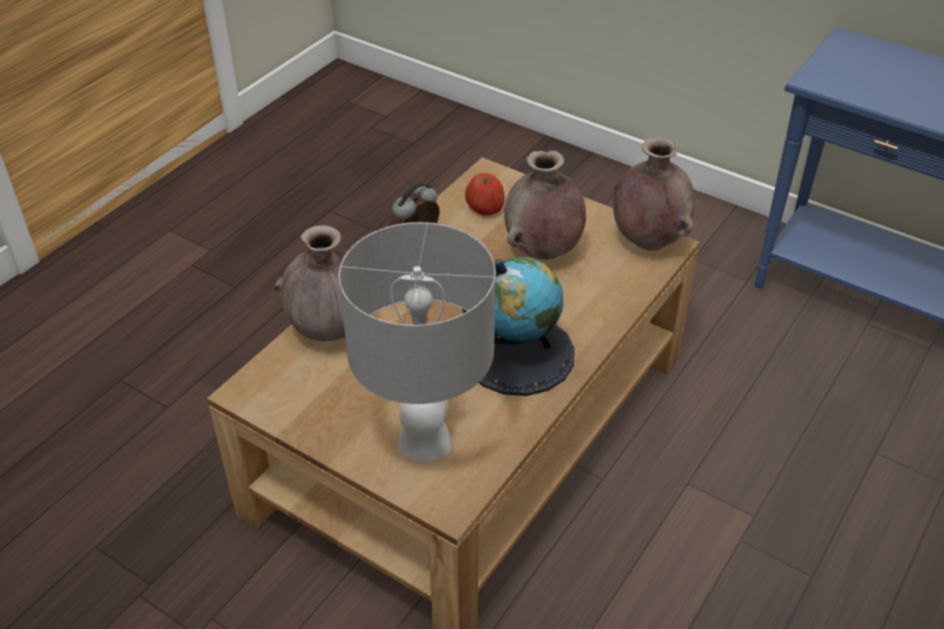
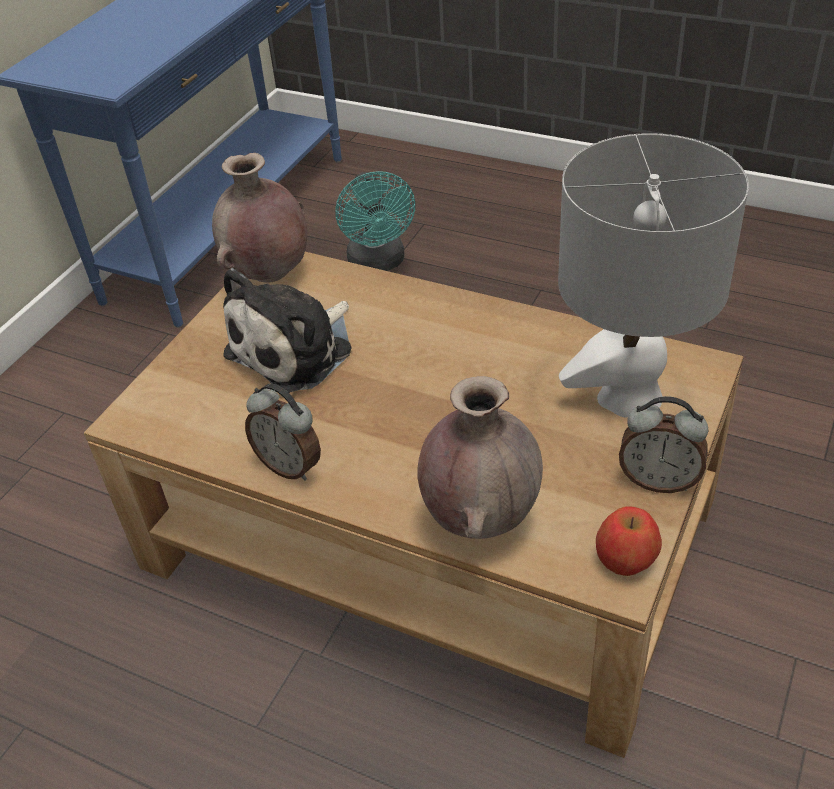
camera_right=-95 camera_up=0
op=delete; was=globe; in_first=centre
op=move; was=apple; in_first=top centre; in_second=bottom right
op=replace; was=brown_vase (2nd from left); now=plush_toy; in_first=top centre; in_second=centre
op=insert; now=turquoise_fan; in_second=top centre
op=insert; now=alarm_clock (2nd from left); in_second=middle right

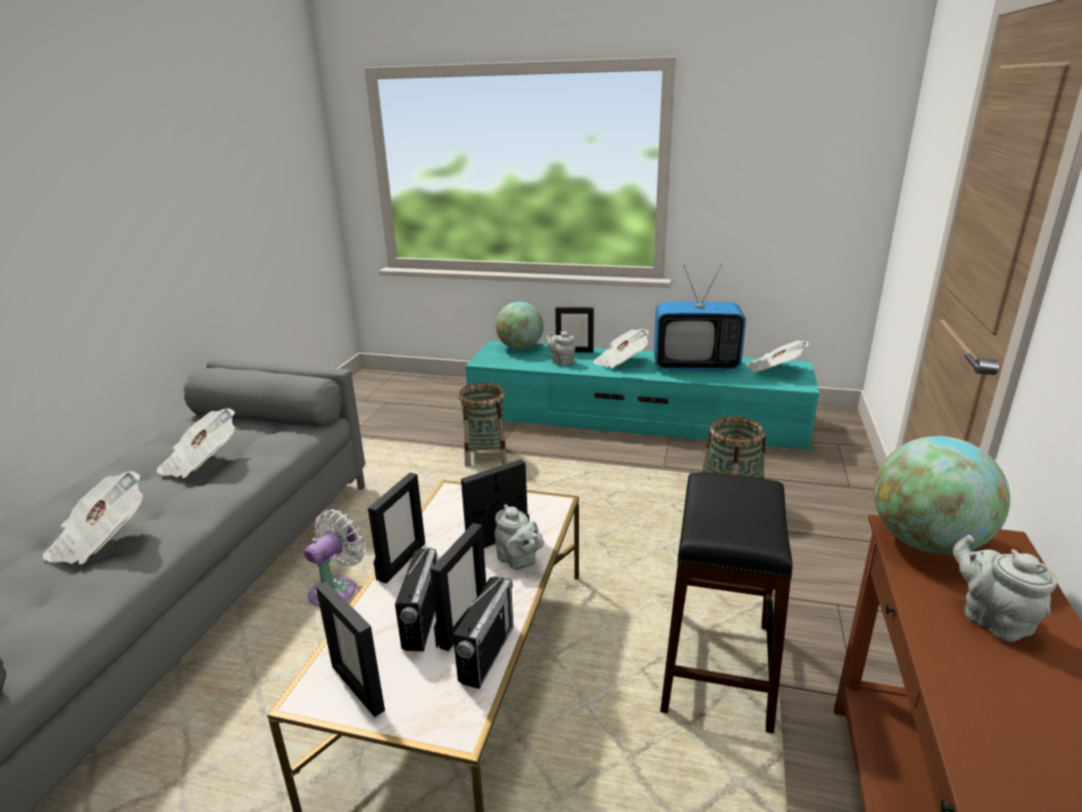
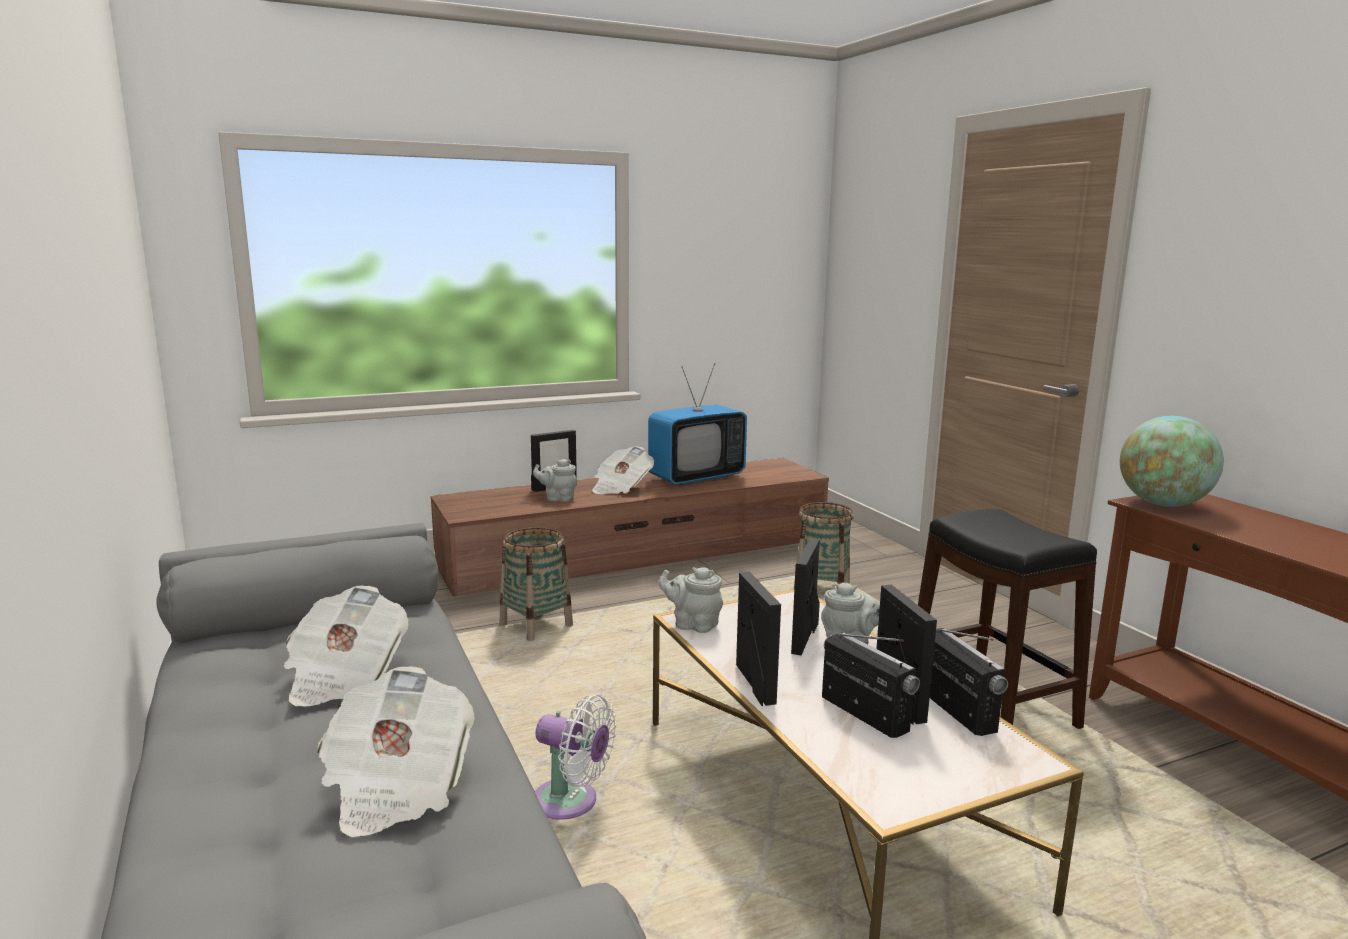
camera_right=-40 camera_up=-10
op=rotate; was=white_fan; in_first=bottom left; in_second=bottom centre; clockwise=120
op=delete; was=picture_frame (1st from left); in_first=bottom left
op=recolor; was=turquoise_tv_stand; now=brown_tv_stand; in_first=centre; in_second=centre
op=delete; was=globe (1st from left); in_first=centre
op=delete; was=newspaper (4th from left); in_first=middle right
op=move; was=grey_teapot (3rd from left in the first image); now=grey_teapot (2nd from left); in_first=bottom right; in_second=centre

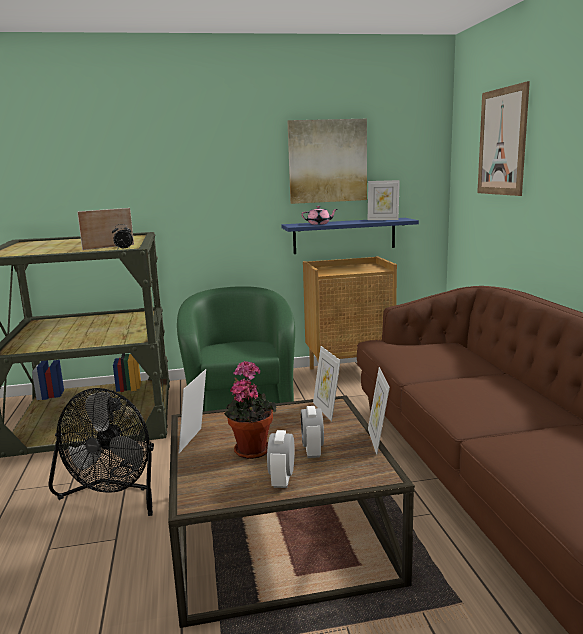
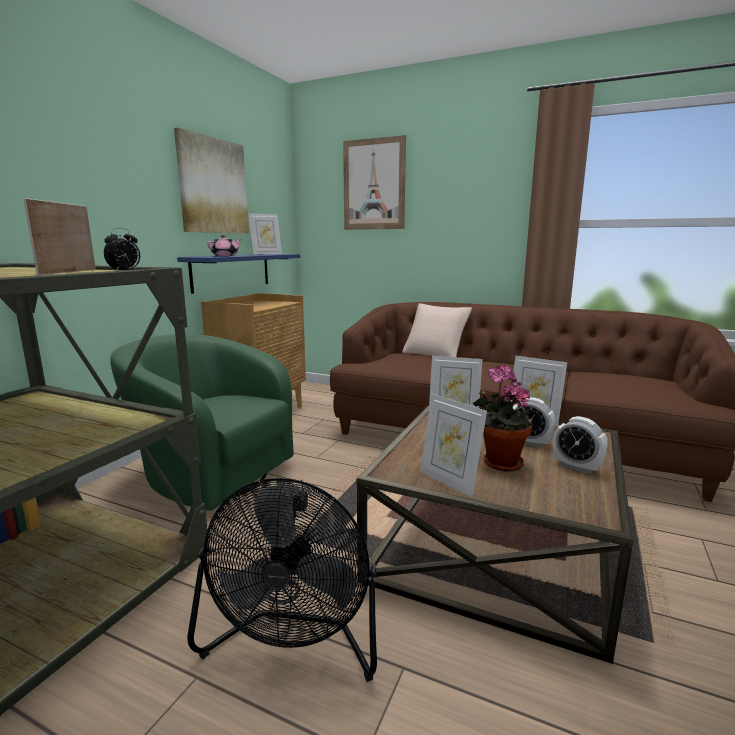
camera_right=-55 camera_up=0
op=rotate; was=black_fan; in_first=bottom left; in_second=bottom centre; clockwise=45
op=insert; now=beige_pillow; in_second=centre

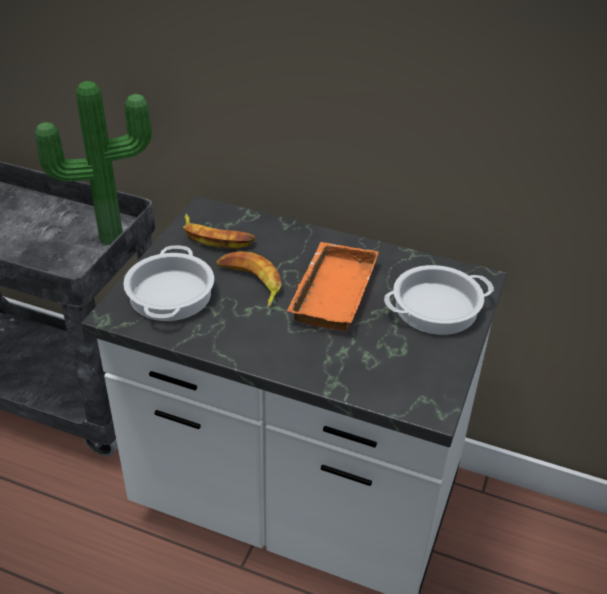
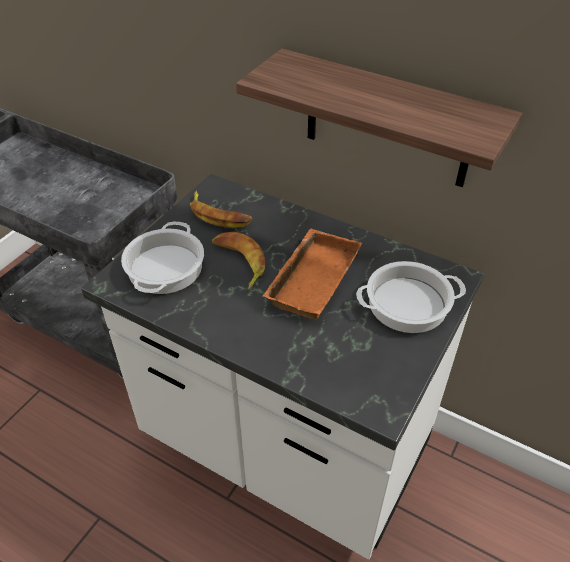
camera_right=10 camera_up=5
op=delete; was=potted_plant; in_first=top left
op=insert; now=shelf; in_second=top centre

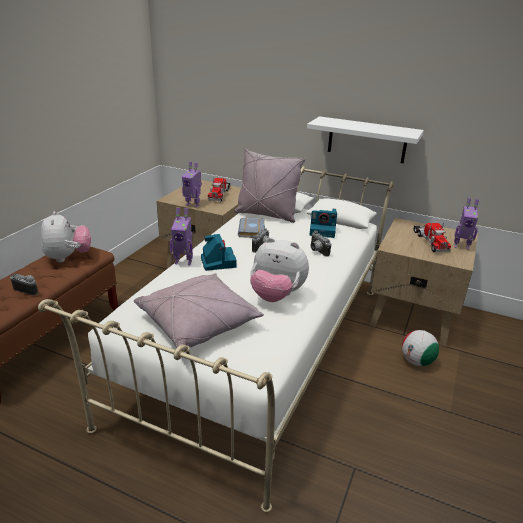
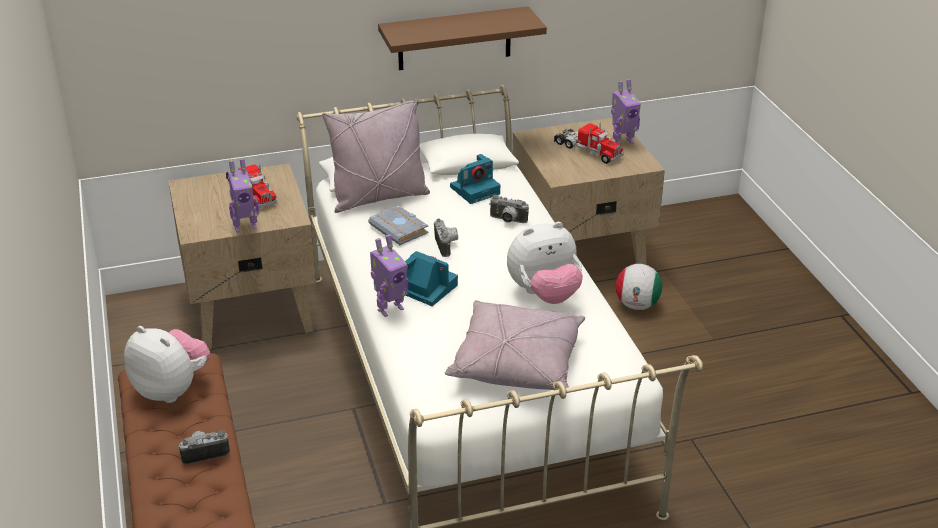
camera_right=-40 camera_up=5
op=recolor; was=white_shelf; now=brown_shelf; in_first=top right; in_second=top centre

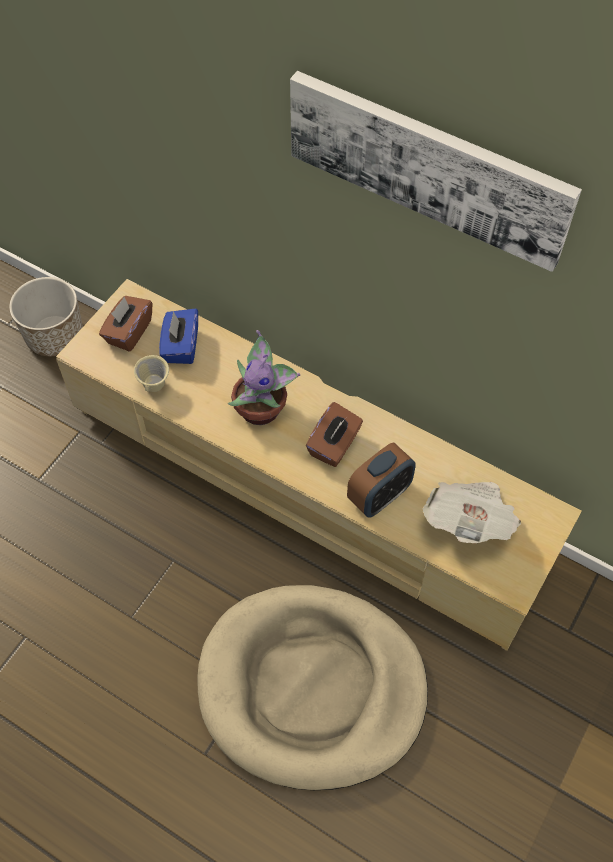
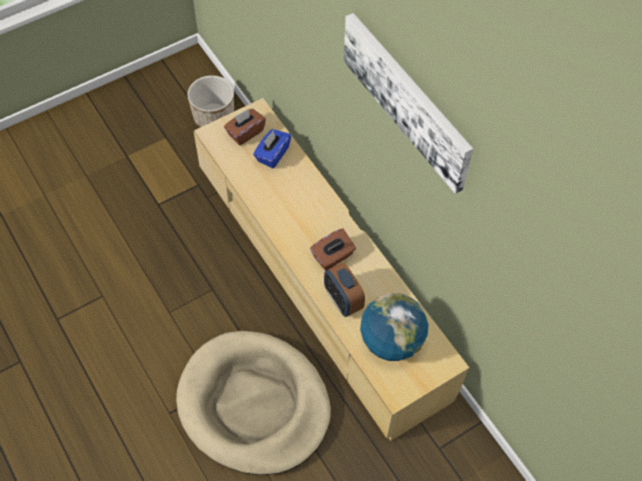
camera_right=25 camera_up=0
op=delete; was=beige_mug; in_first=middle left
op=delete; was=potted_plant; in_first=centre
op=rotate; was=alarm_clock; in_first=centre; in_second=centre; clockwise=75
op=replace; was=newspaper; now=globe; in_first=middle right; in_second=bottom centre

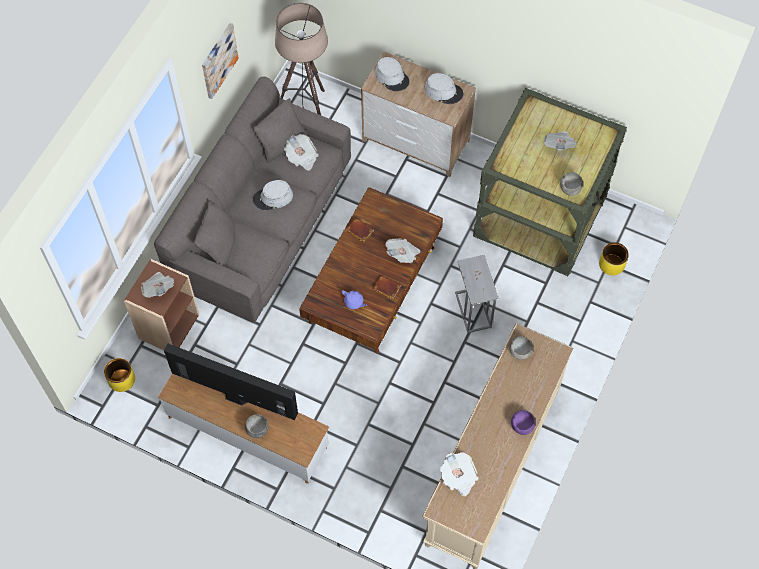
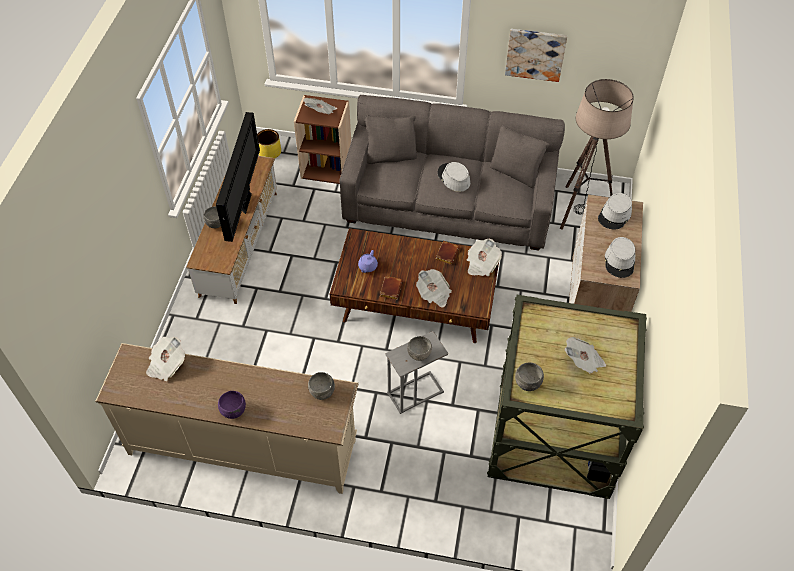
camera_right=75 camera_up=-10
op=move; was=newspaper (2nd from left in the first image); now=newspaper (4th from left); in_first=top centre; in_second=centre
op=delete; was=yellow_planter (2nd from left); in_first=middle right
op=insert; now=grey_bowl (3rd from left); in_second=centre

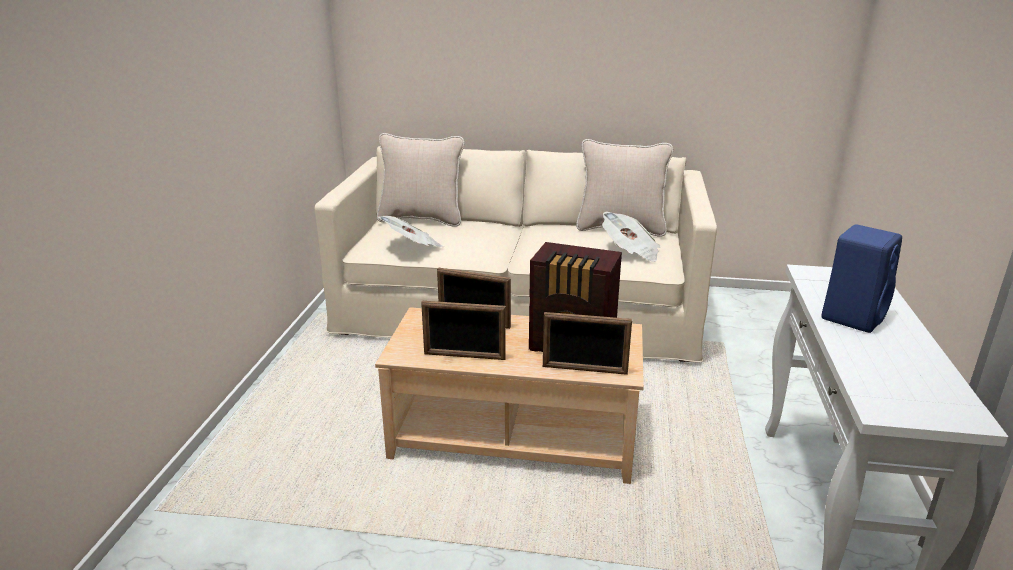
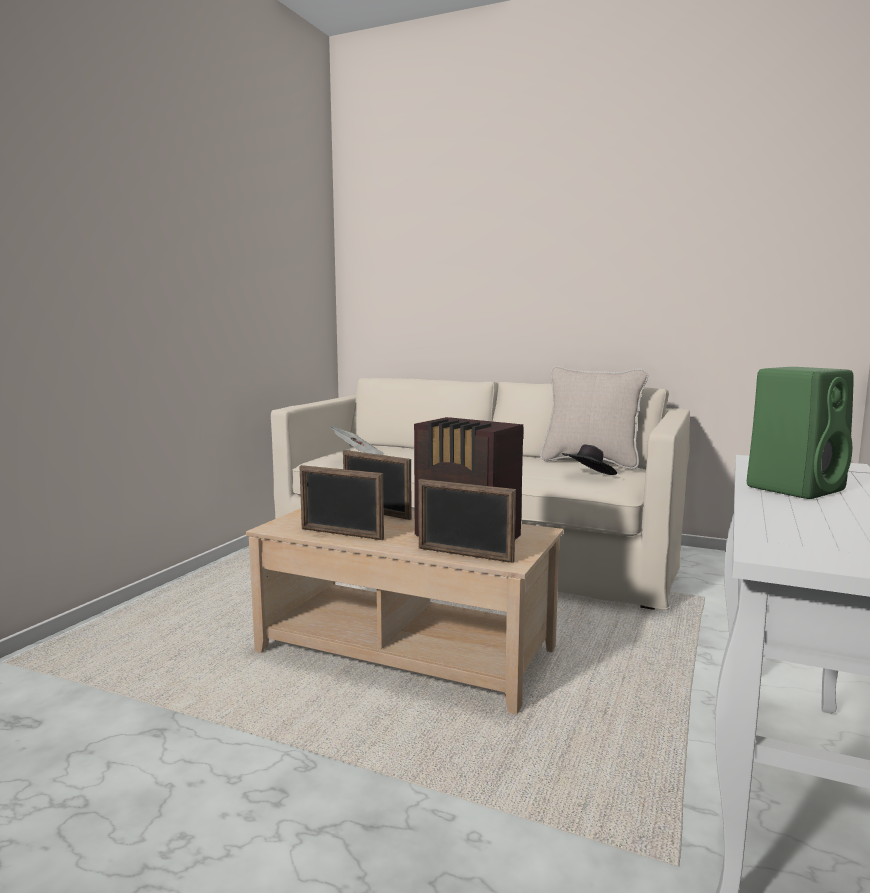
camera_right=15 camera_up=-15
op=delete; was=beige_pillow (1st from left); in_first=top centre
op=replace; was=newspaper (2nd from left); now=black_hat; in_first=centre; in_second=middle right
op=recolor; was=blue_speaker; now=green_speaker; in_first=middle right; in_second=middle right

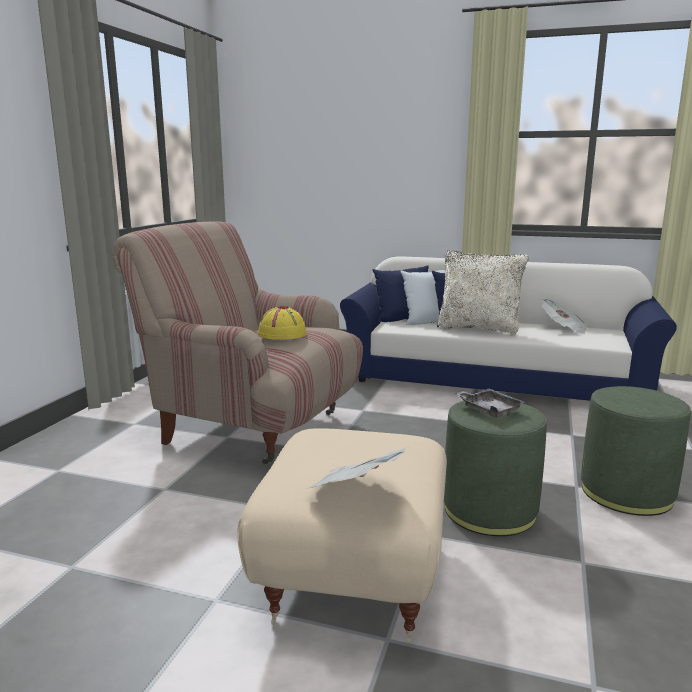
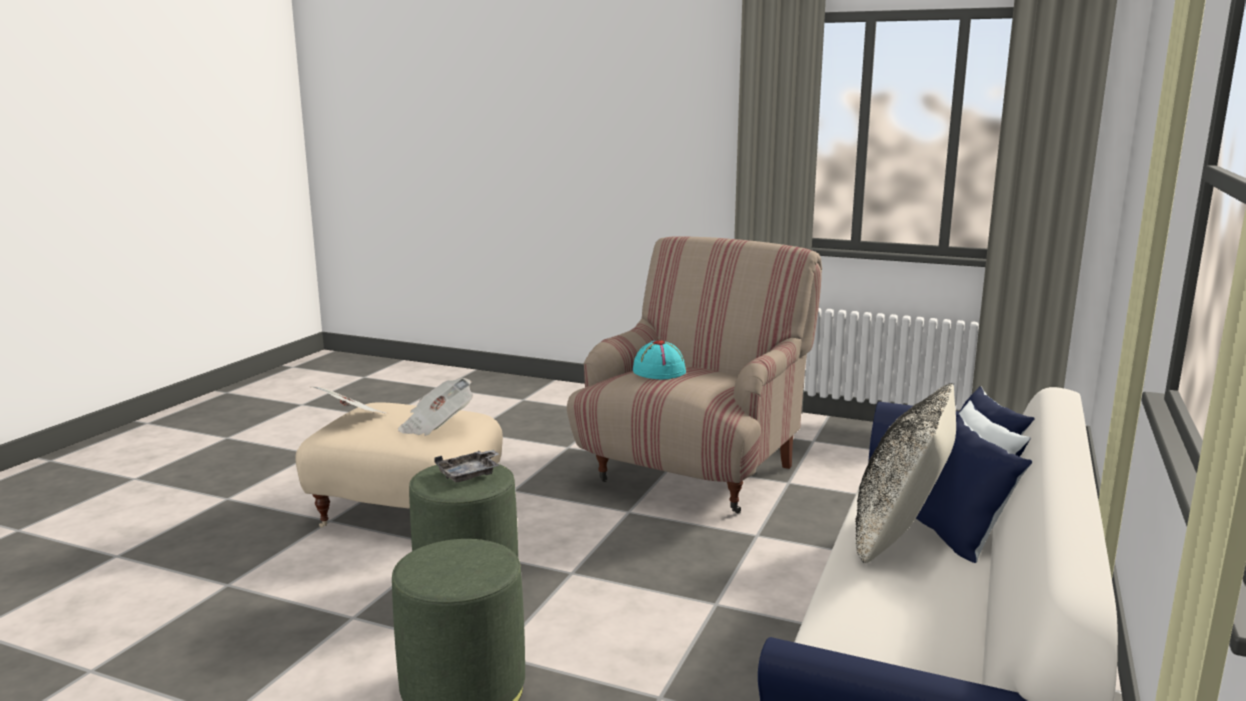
camera_right=95 camera_up=0
op=recolor; was=yellow_hat; now=turquoise_hat; in_first=centre; in_second=centre
op=move; was=newspaper (2nd from left); in_first=middle right; in_second=centre

